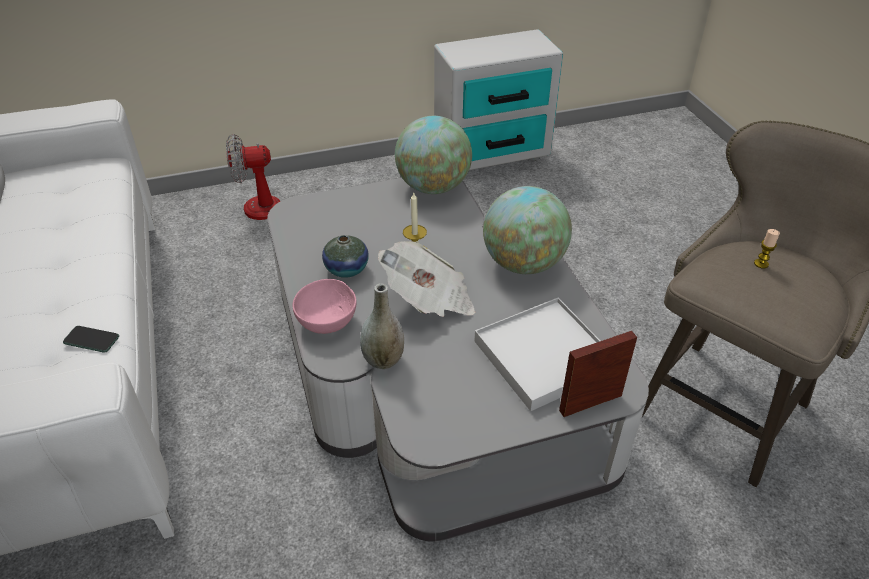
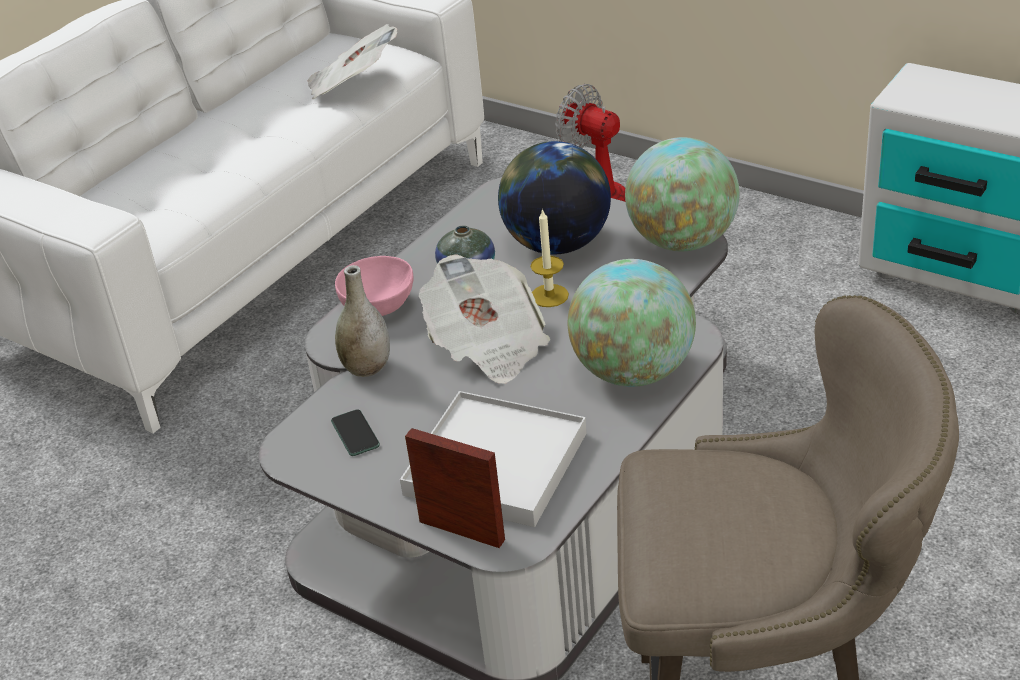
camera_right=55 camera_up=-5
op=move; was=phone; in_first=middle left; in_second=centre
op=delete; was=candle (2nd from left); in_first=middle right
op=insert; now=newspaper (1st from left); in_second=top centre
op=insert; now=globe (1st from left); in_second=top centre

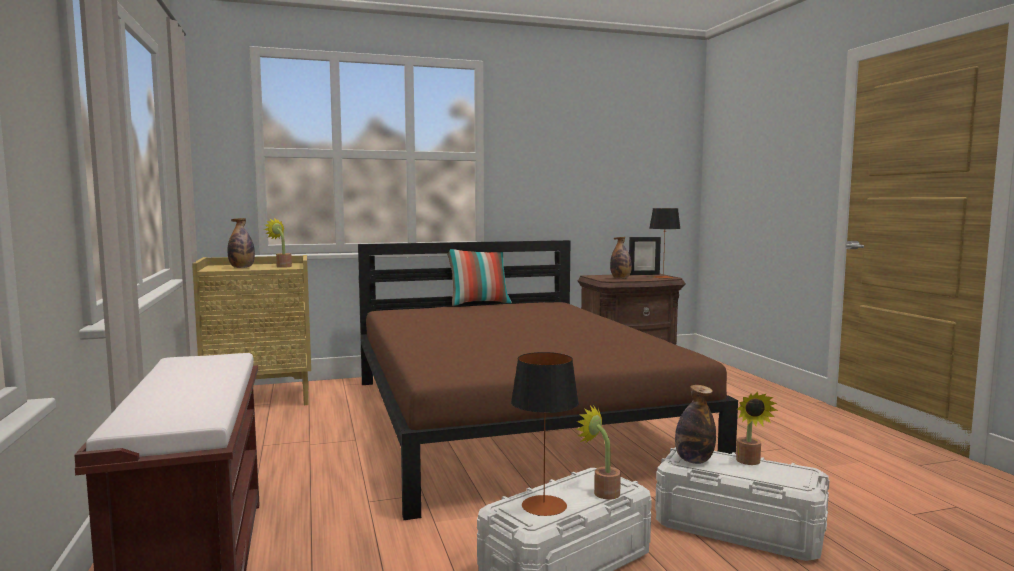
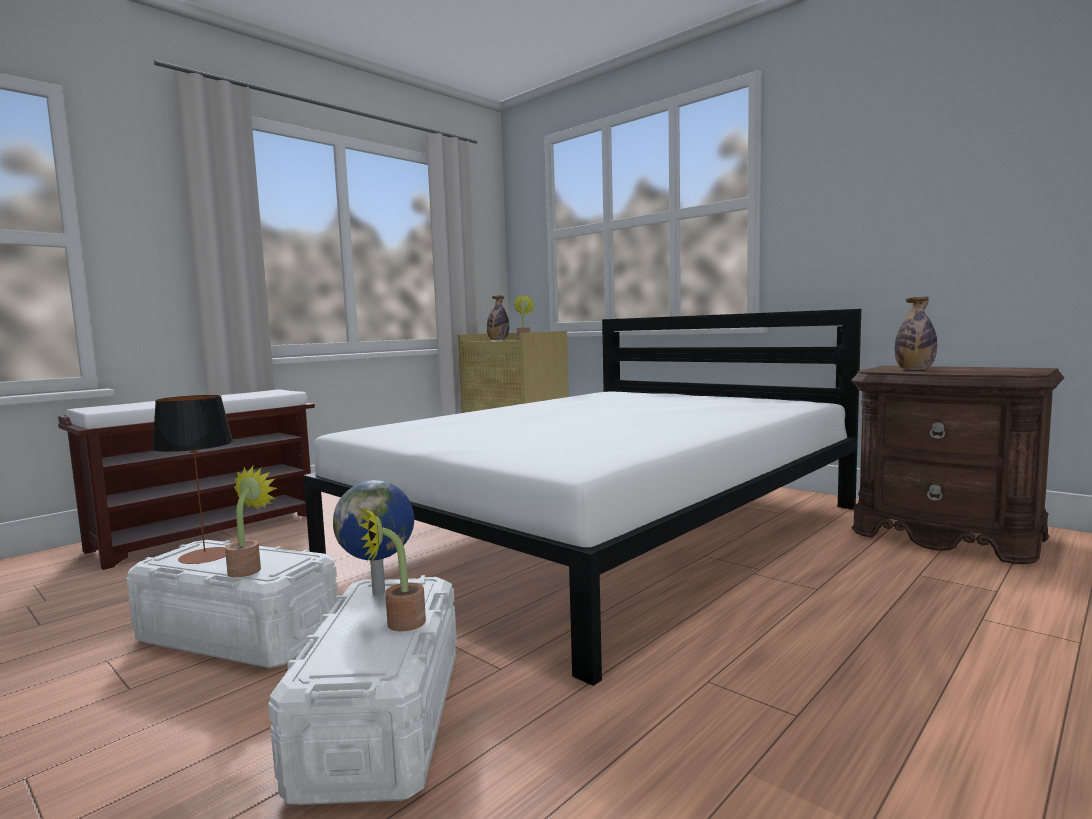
camera_right=60 camera_up=0
op=recolor; was=brown_bed; now=white_bed; in_first=centre; in_second=centre
op=delete; was=pillow; in_first=centre
op=delete; was=picture_frame; in_first=centre
op=delete; was=table_lamp (2nd from left); in_first=centre
op=replace; was=bottle (3rd from left); now=globe; in_first=bottom right; in_second=centre

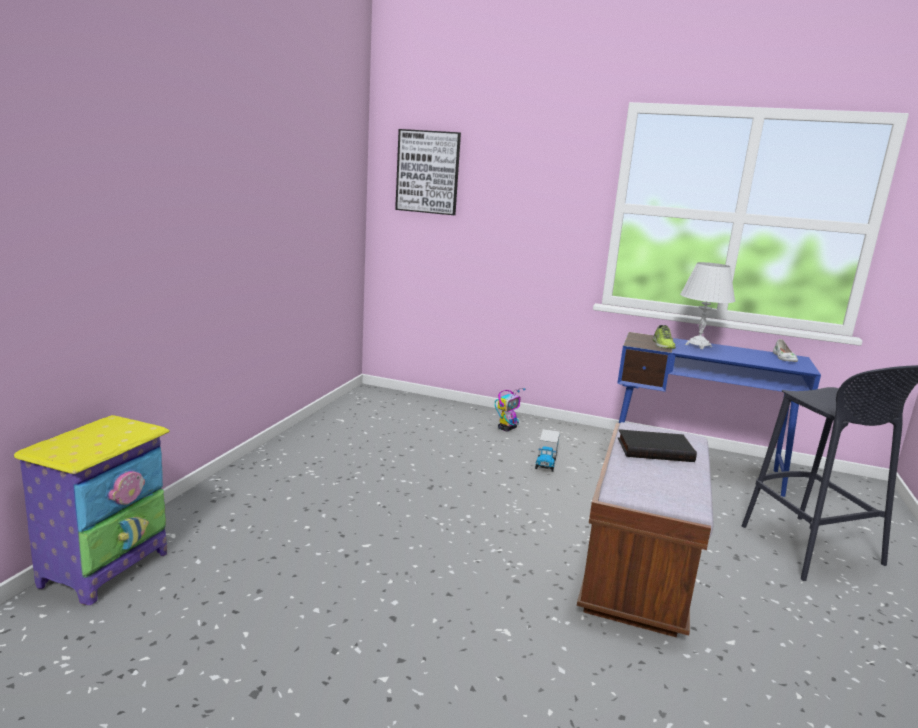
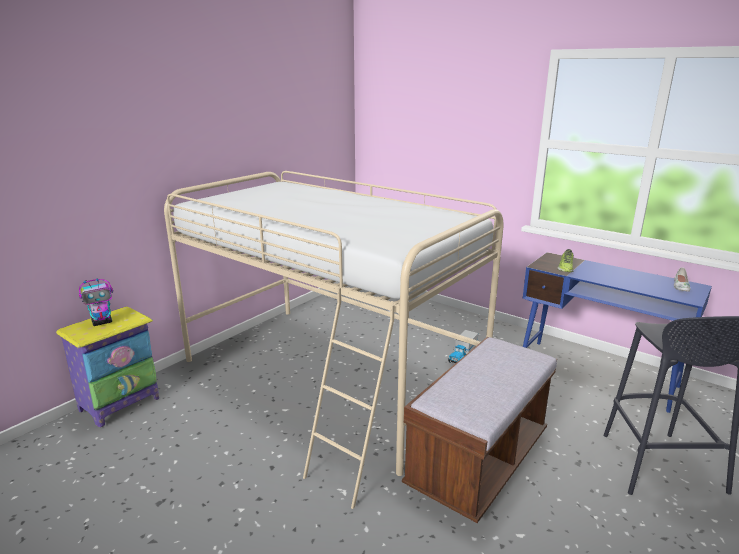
camera_right=20 camera_up=5
op=delete; was=picture; in_first=top centre
op=move; was=toy_robot; in_first=centre; in_second=middle left
op=delete; was=black_book; in_first=middle right
op=delete; was=white_table_lamp; in_first=middle right
op=insert; now=beige_bed; in_second=centre

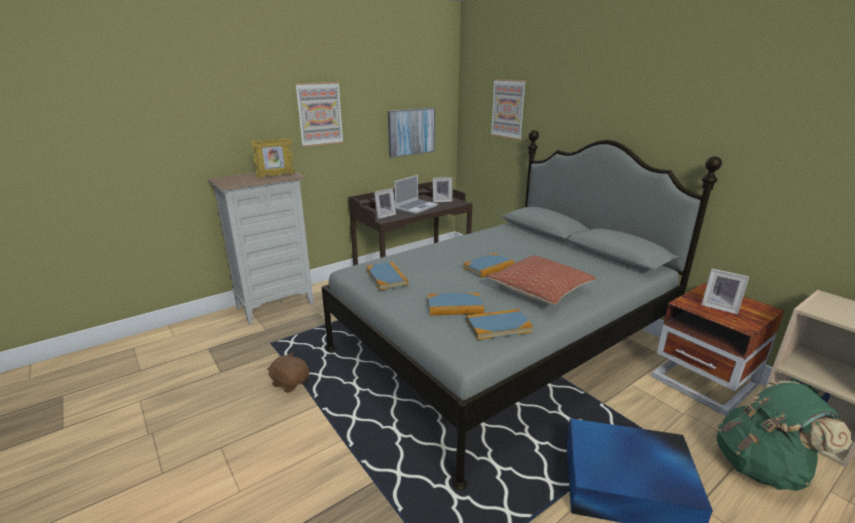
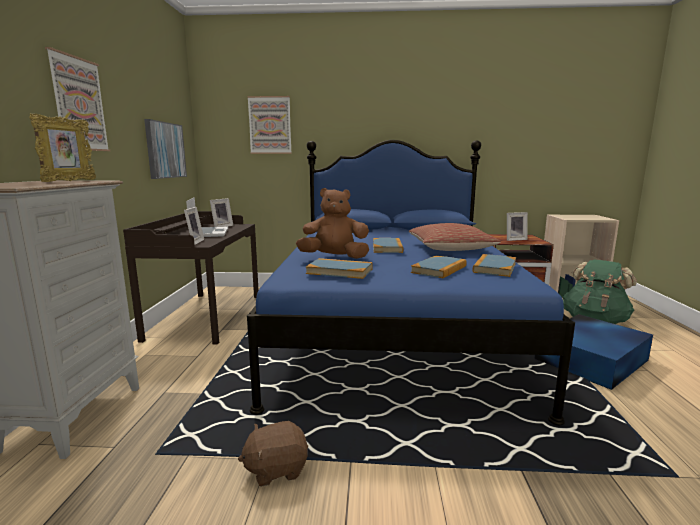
camera_right=-50 camera_up=-10
op=recolor; was=grey_bed; now=blue_bed; in_first=centre; in_second=centre
op=insert; now=brown_plush_toy (2nd from left); in_second=centre

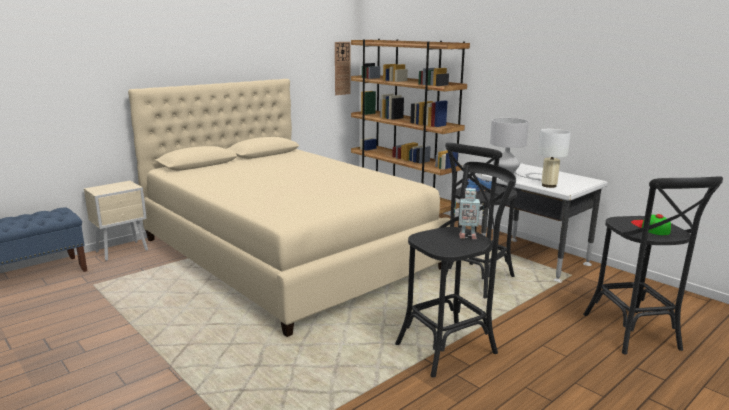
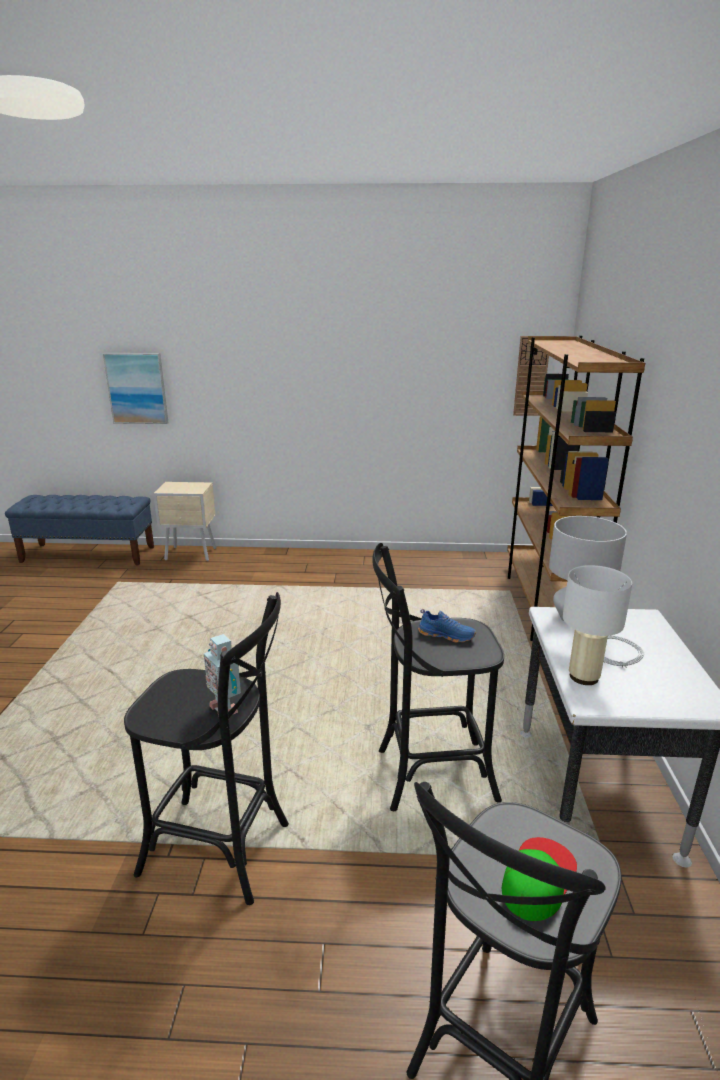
camera_right=45 camera_up=5
op=delete; was=beige_bed; in_first=centre
op=insert; now=picture; in_second=middle left

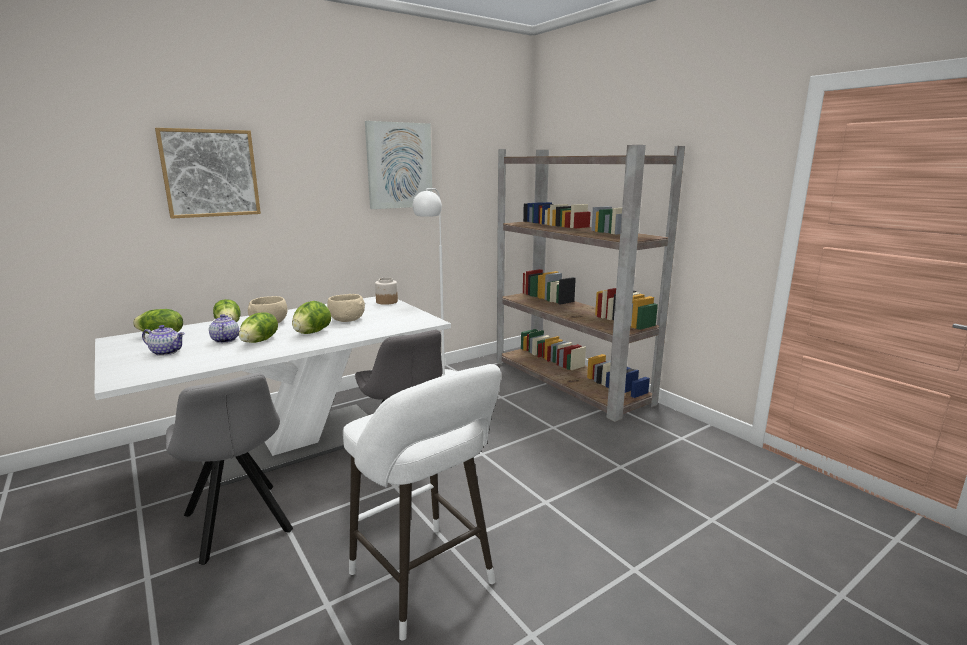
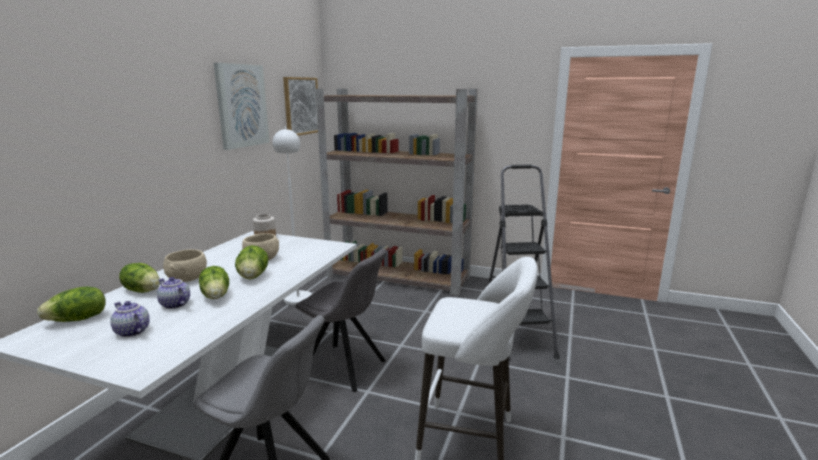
camera_right=-35 camera_up=0
op=rotate; was=teapot (1st from left); in_first=middle left; in_second=bottom left; clockwise=-120
op=move; was=picture (1st from left in the first image); now=picture (2nd from left); in_first=top left; in_second=top centre
op=insert; now=step_ladder; in_second=centre

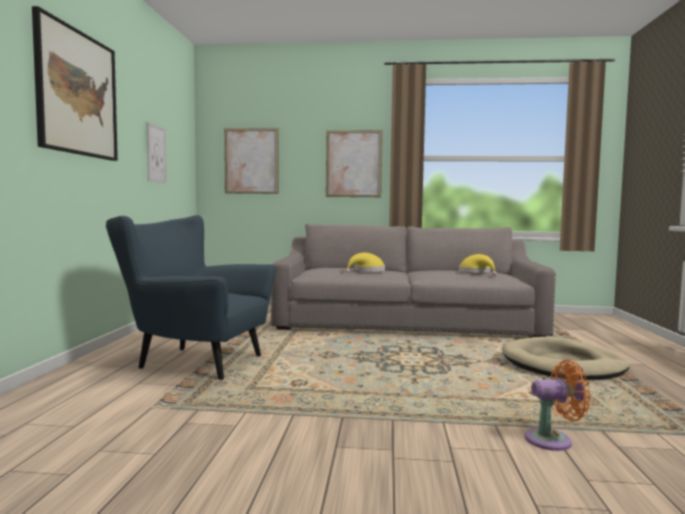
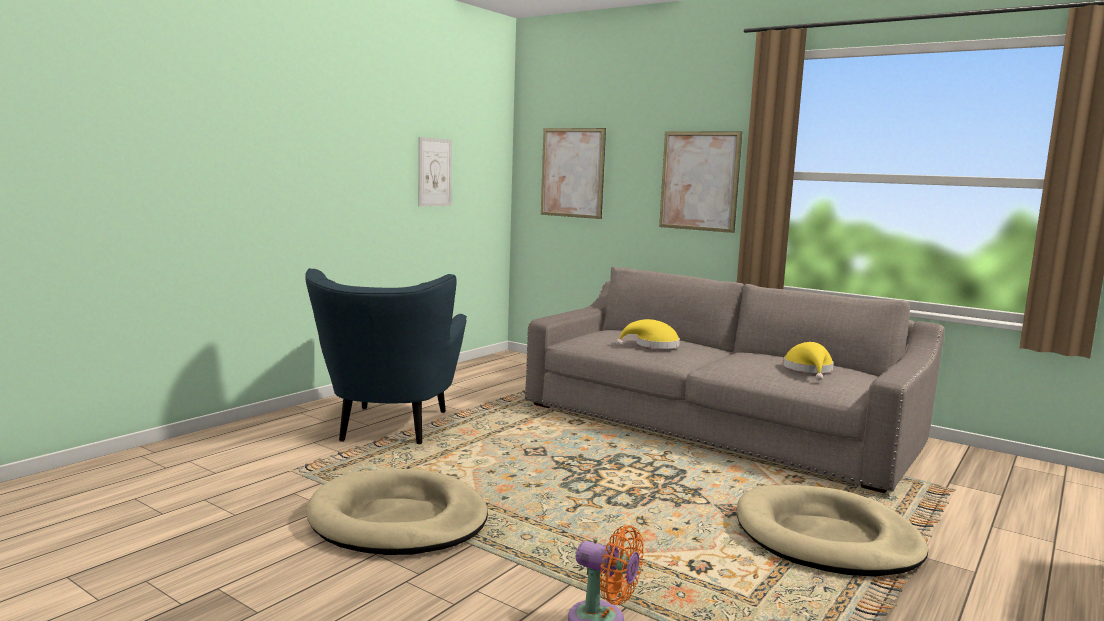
camera_right=30 camera_up=5
op=delete; was=picture (1st from left); in_first=top left
op=rotate; was=blue_armchair; in_first=middle left; in_second=centre; clockwise=-135
op=insert; now=beige_dog_bed (1st from left); in_second=bottom centre

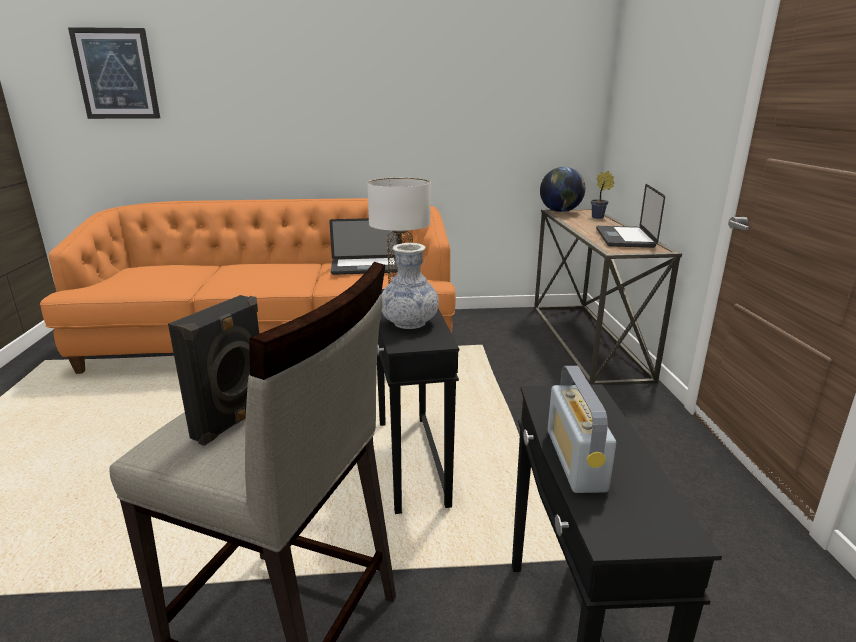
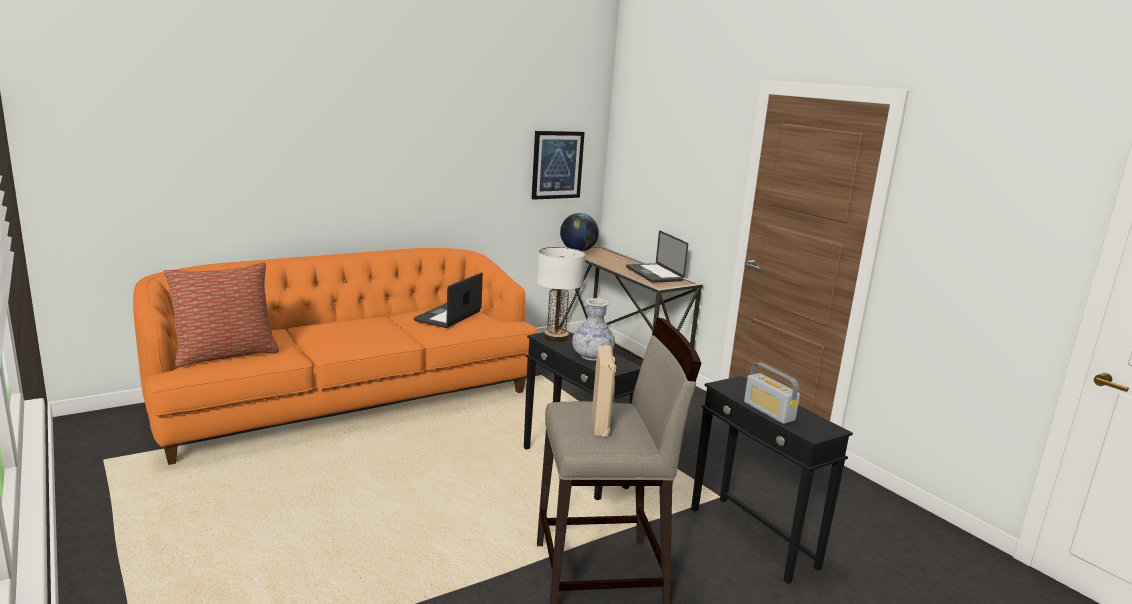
camera_right=-30 camera_up=-5
op=move; was=picture; in_first=top left; in_second=top centre
op=recolor; was=black_speaker; now=beige_speaker; in_first=middle left; in_second=centre
op=rotate; was=laptop (1st from left); in_first=centre; in_second=centre; clockwise=150
op=delete; was=potted_plant; in_first=top right
op=insert; now=pillow; in_second=middle left

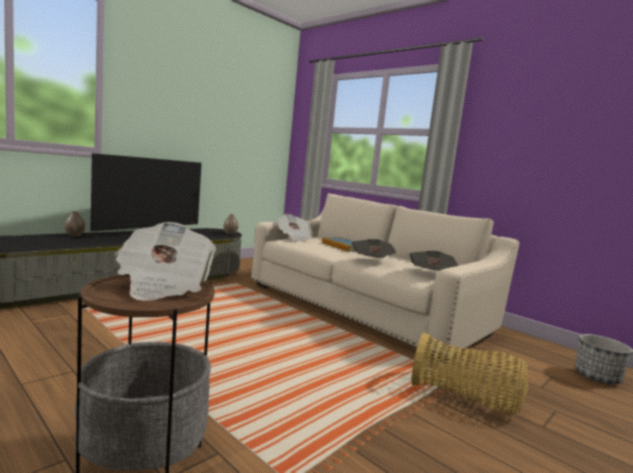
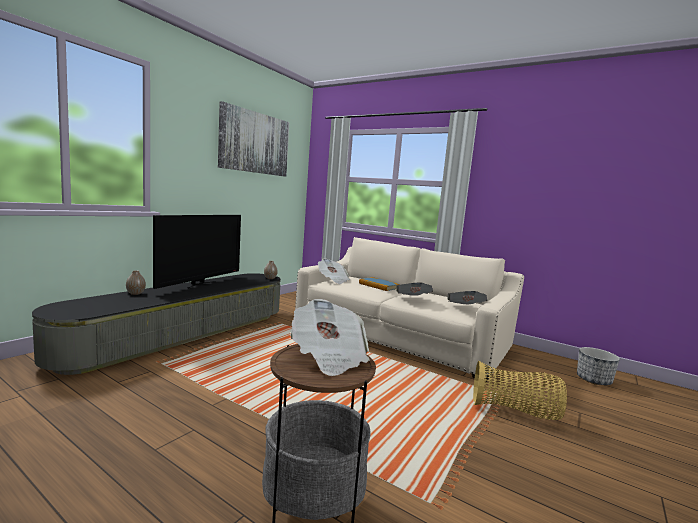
camera_right=-10 camera_up=0
op=insert; now=picture; in_second=top centre

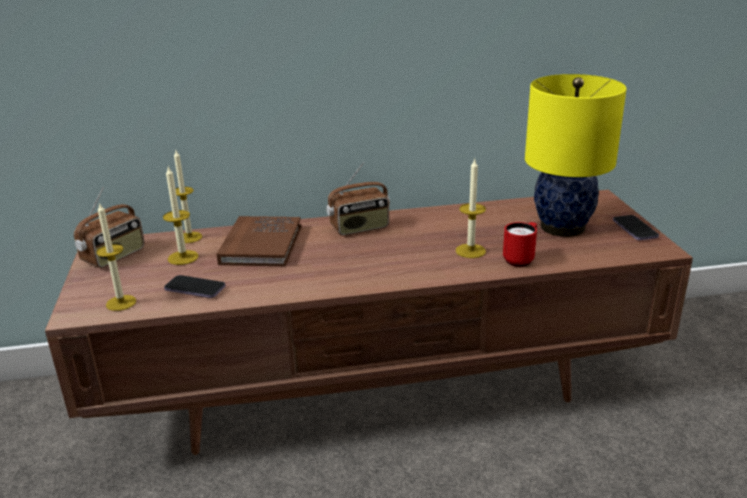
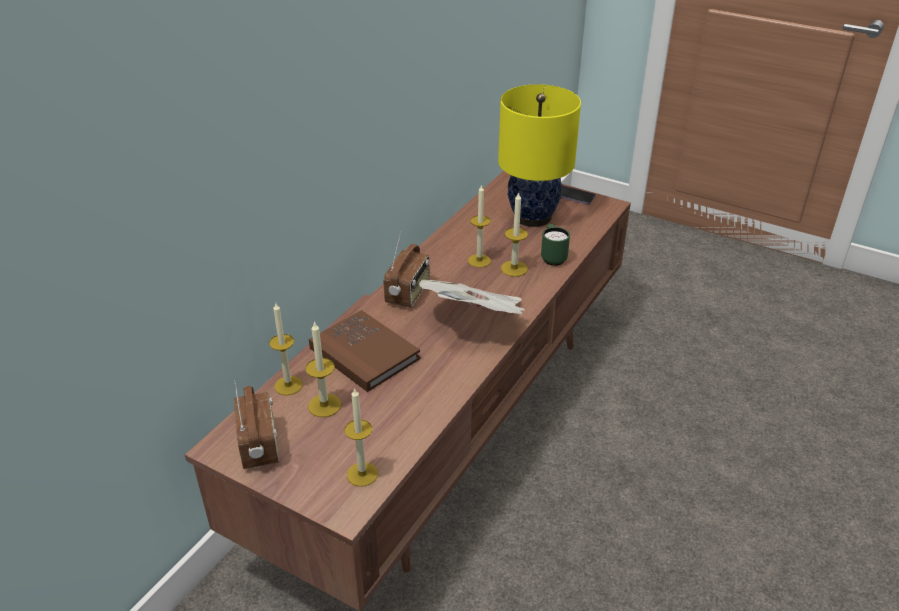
camera_right=-50 camera_up=10
op=delete; was=phone (1st from left); in_first=middle left
op=recolor; was=red_mug; now=green_mug; in_first=middle right; in_second=centre
op=insert; now=newspaper; in_second=centre
op=insert; now=candle (4th from left); in_second=centre

